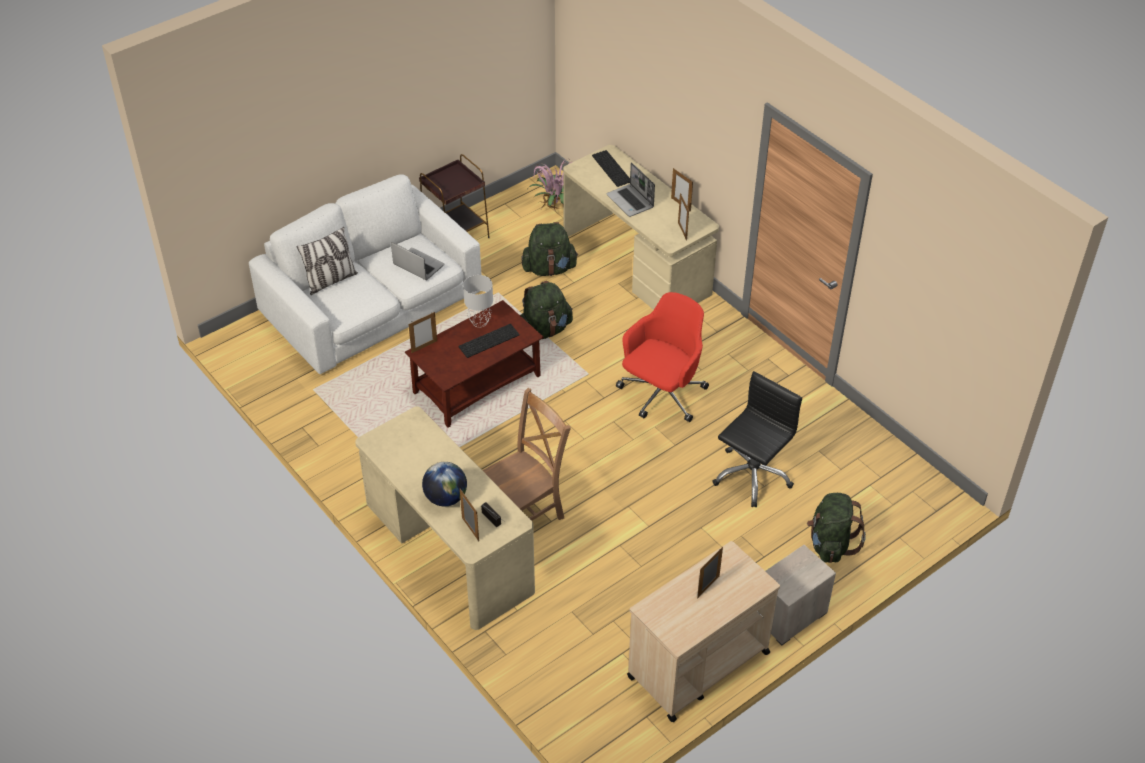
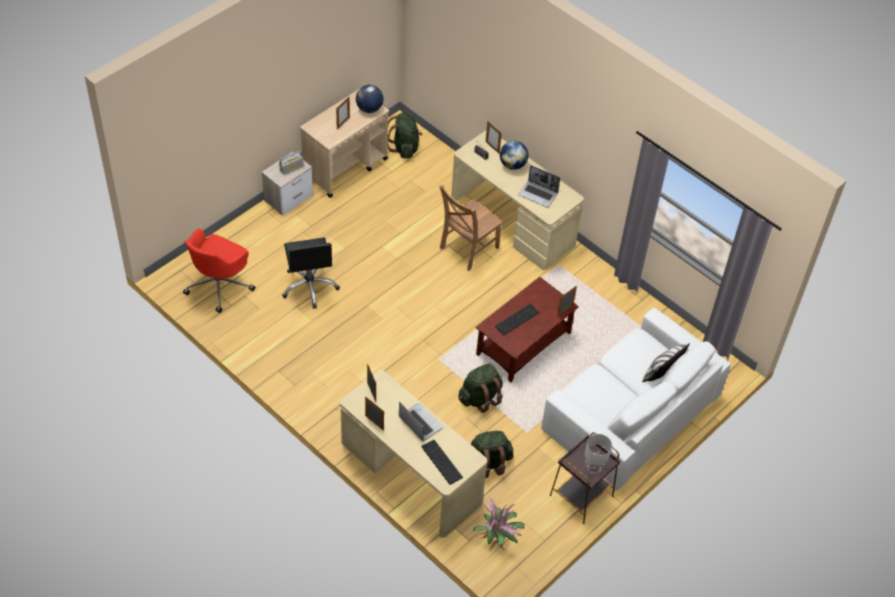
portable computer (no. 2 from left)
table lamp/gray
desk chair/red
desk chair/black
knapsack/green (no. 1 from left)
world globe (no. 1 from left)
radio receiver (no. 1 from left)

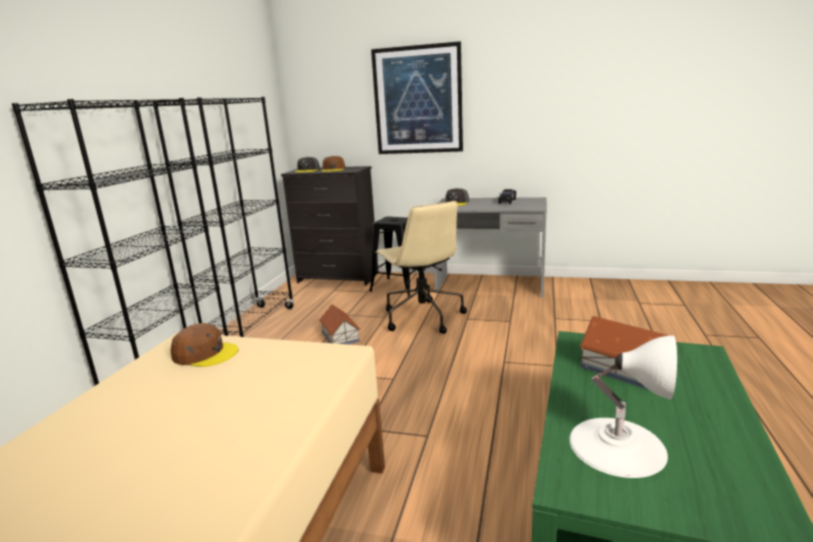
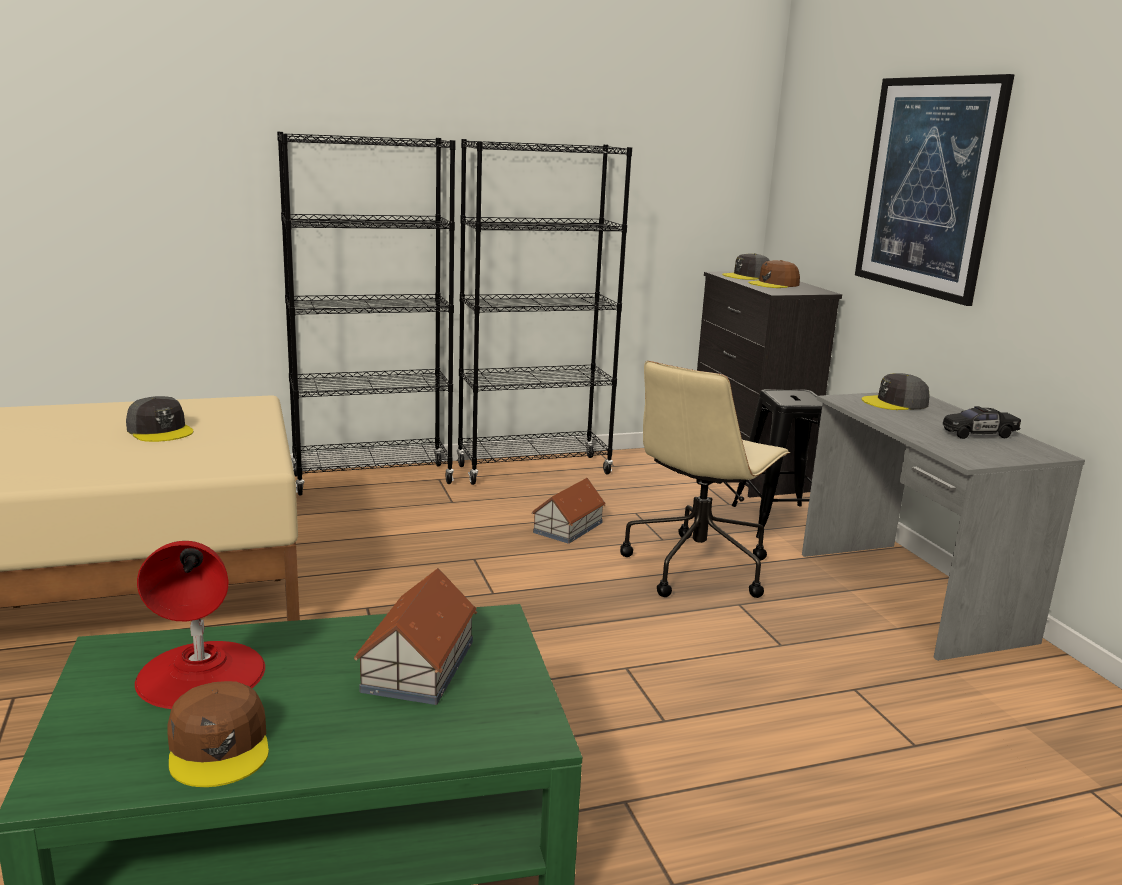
peaked cap/brown (no. 1 from left)
table lamp/red
peaked cap/gray (no. 1 from left)

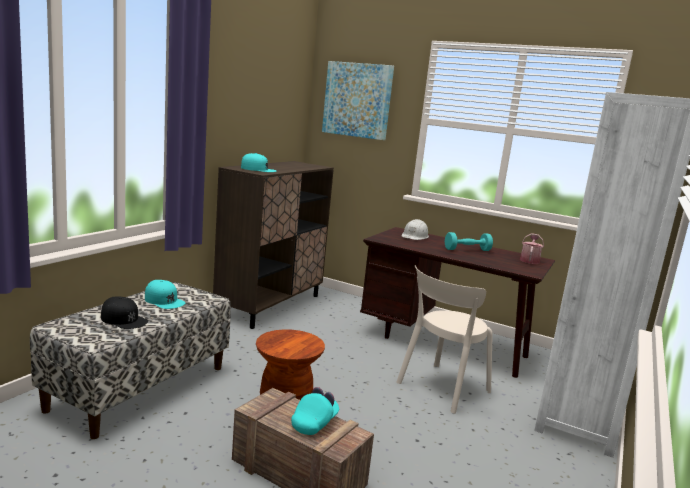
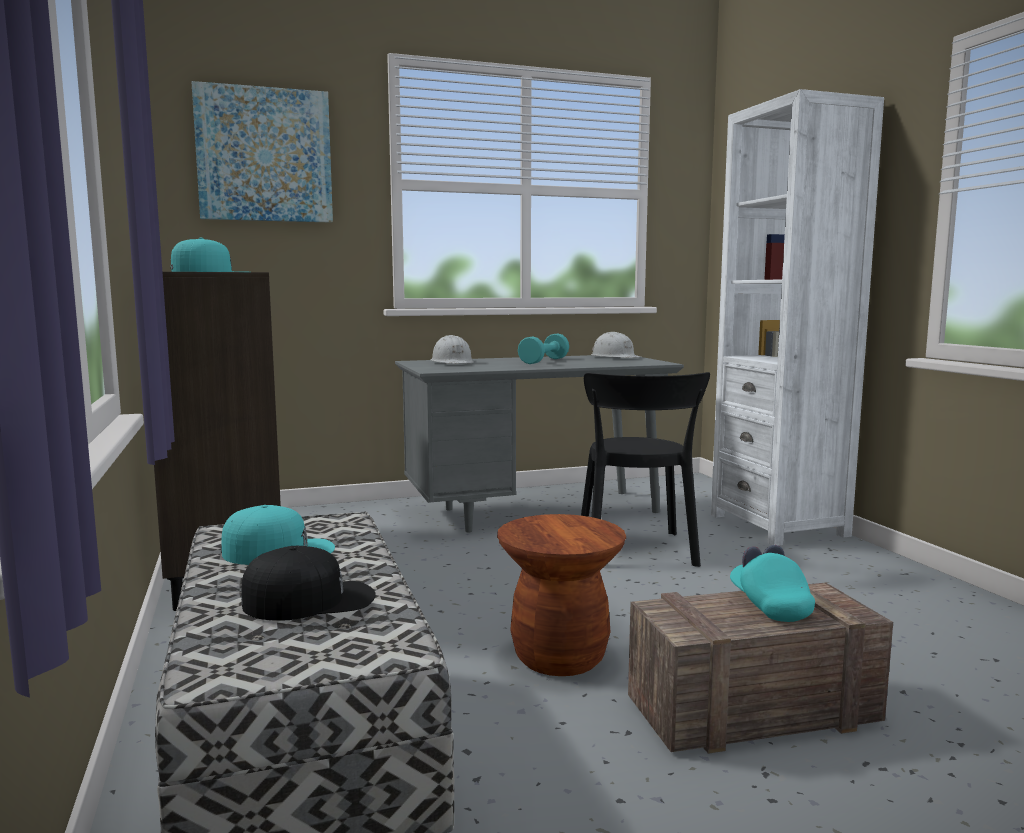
desk/gray
safety helmet/white-coloured (no. 2 from left)
chair/black

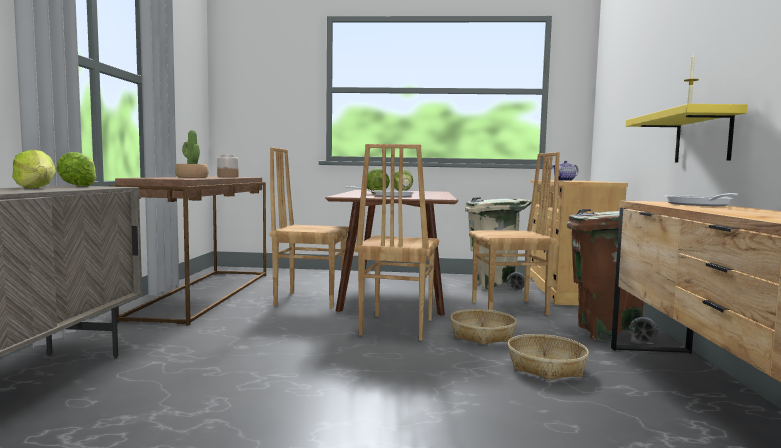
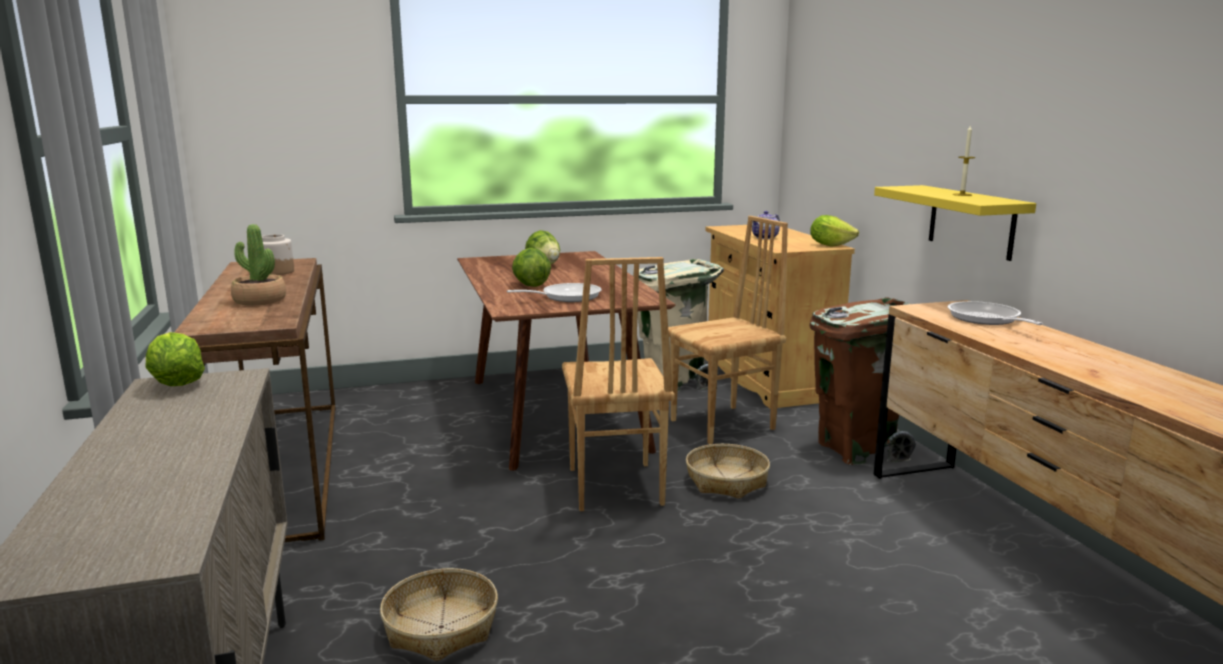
chair/brown (no. 1 from left in the first image)
lettuce (no. 4 from left)
storage basket (no. 1 from left)

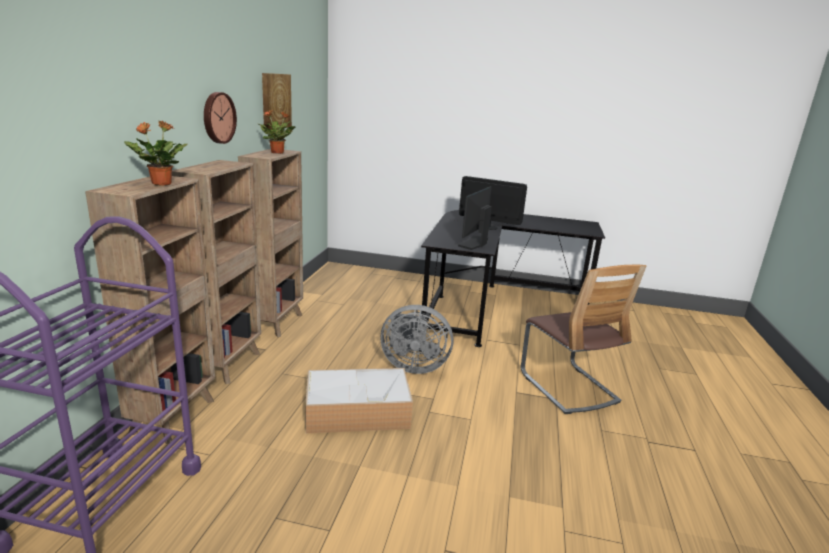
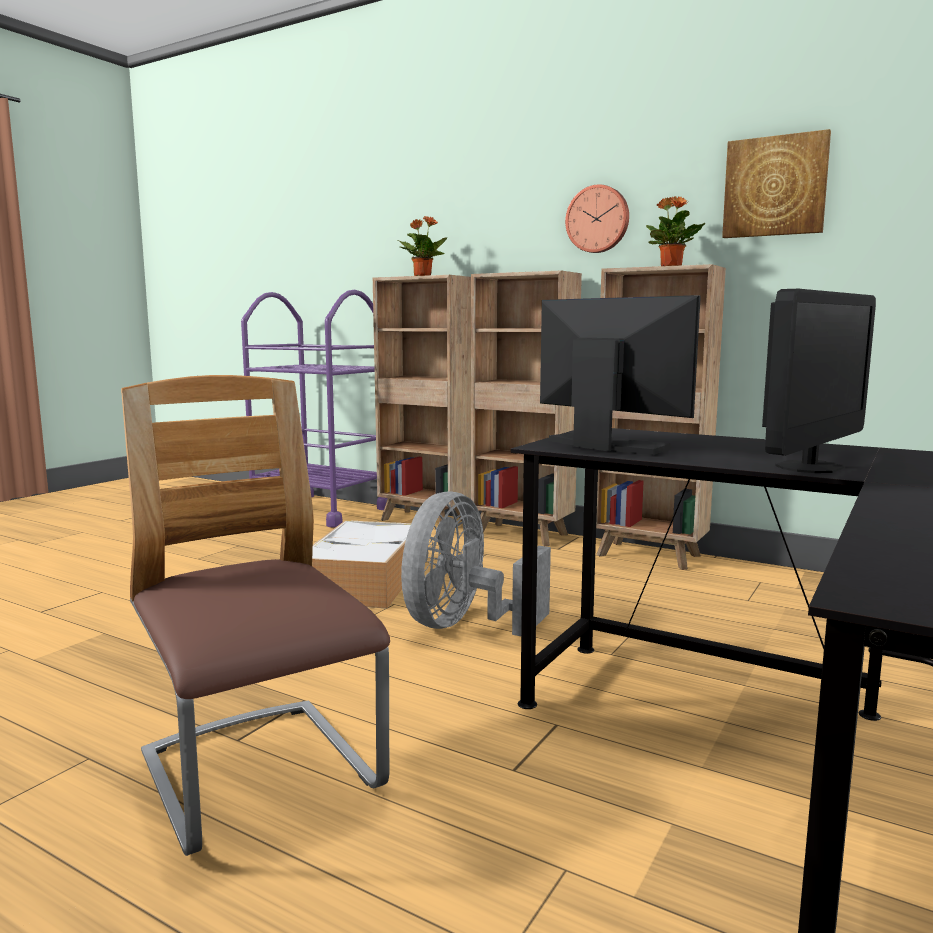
chair

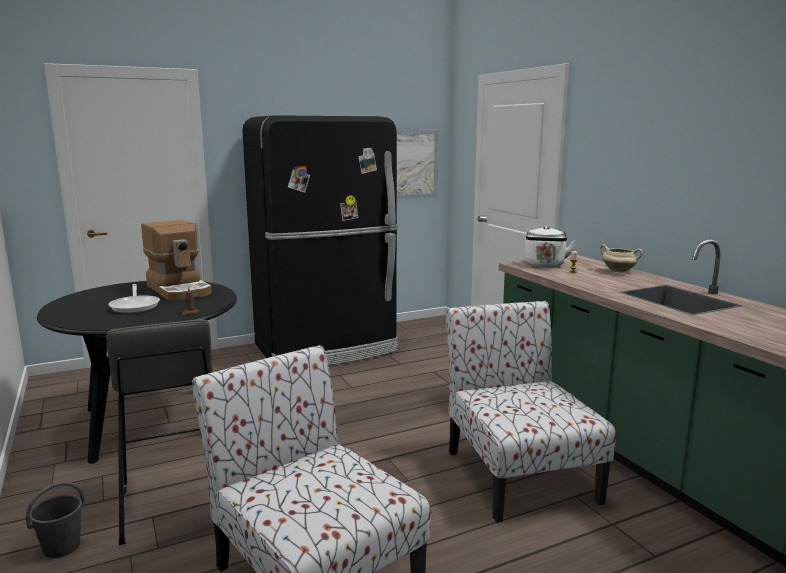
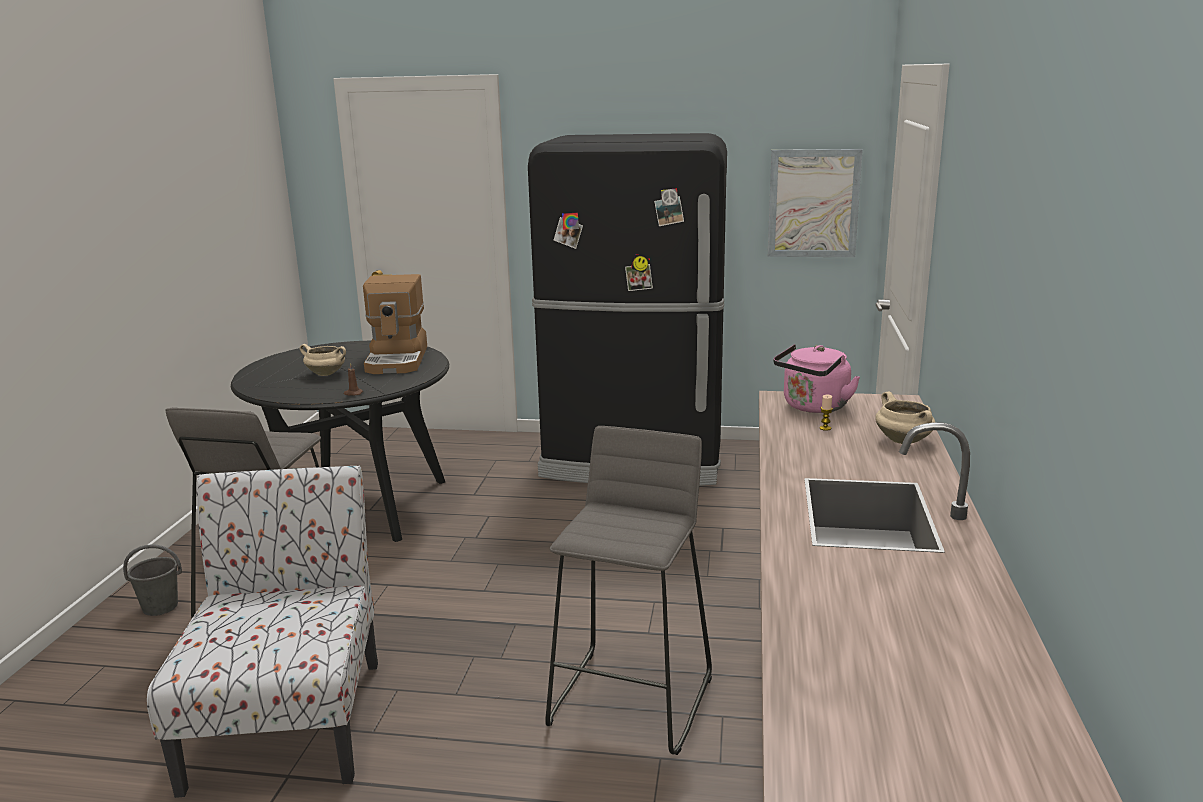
kettle/pinkish
saucepot/sand-coloured (no. 1 from left)
stool seat/gray (no. 2 from left)

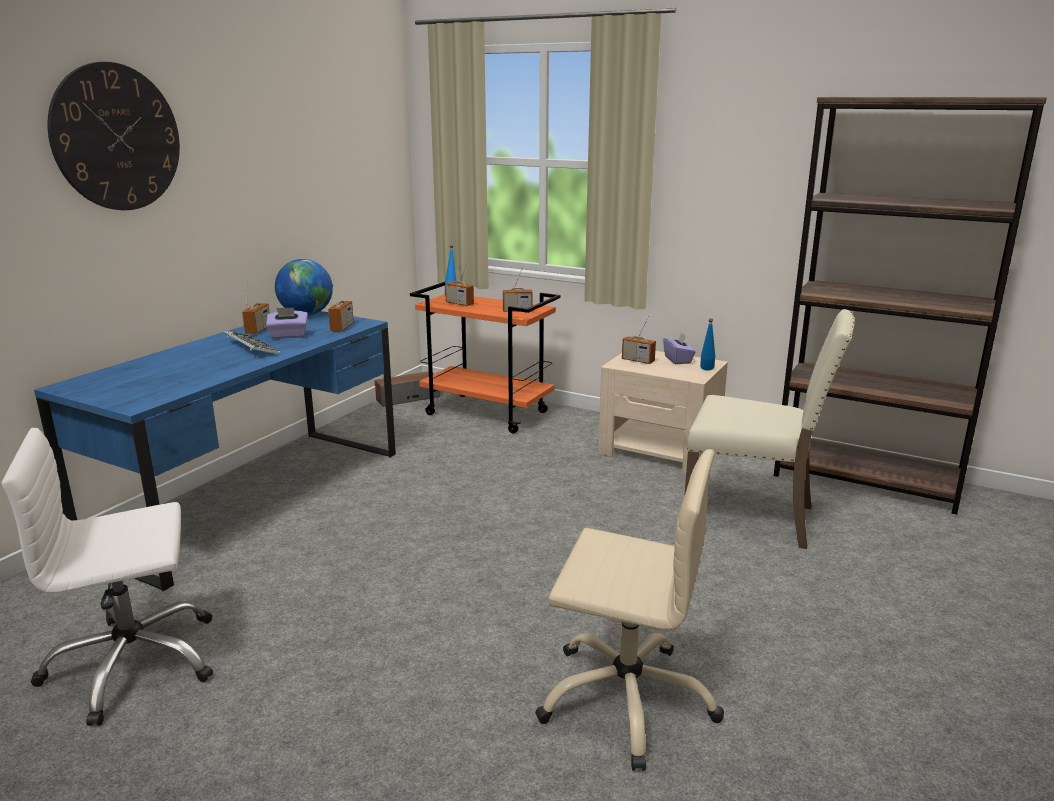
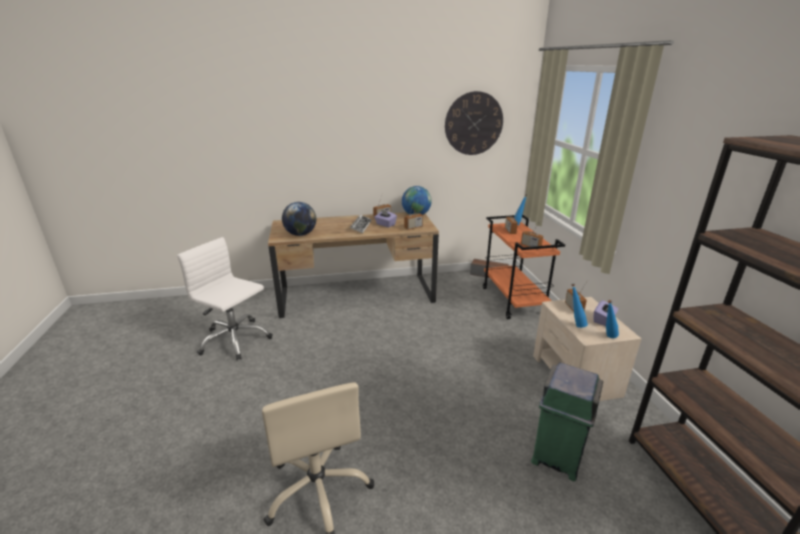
hanging clock
waste bin/green
desk/brown
world globe (no. 1 from left)
beverage bottle/blue (no. 2 from left)

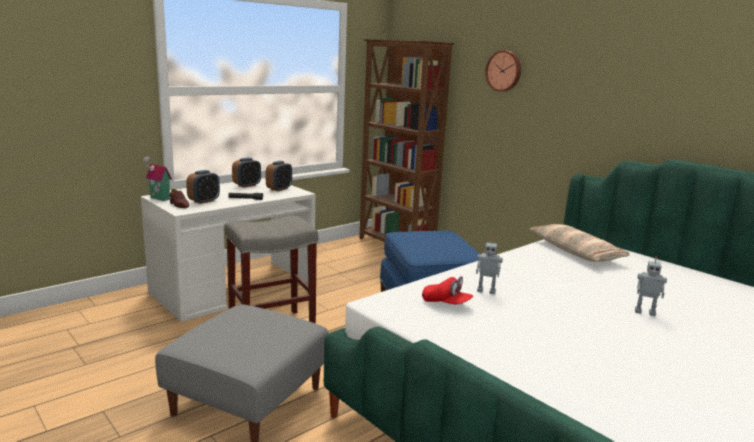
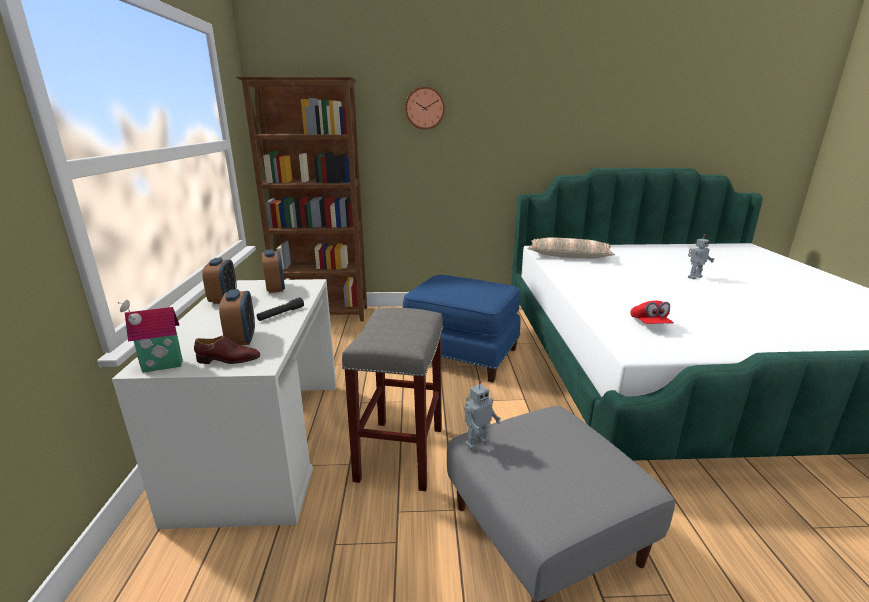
model robot (no. 1 from left)
peaked cap/red

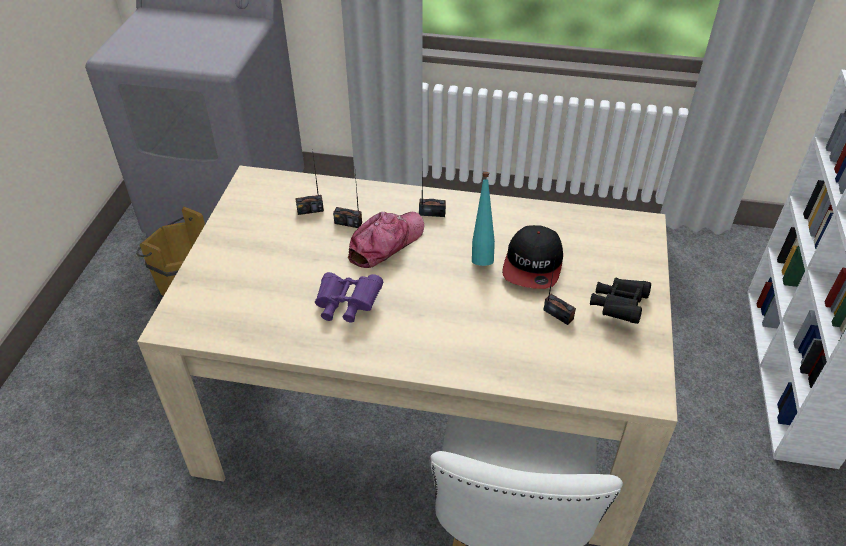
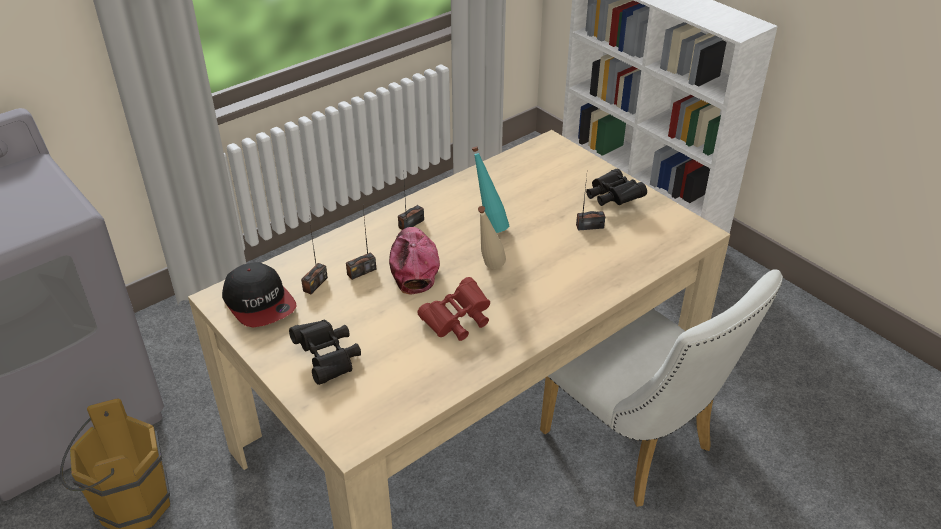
peaked cap (no. 1 from left)
pair of binoculars/red
beverage bottle/sand-coloured
pair of binoculars/black (no. 1 from left)

